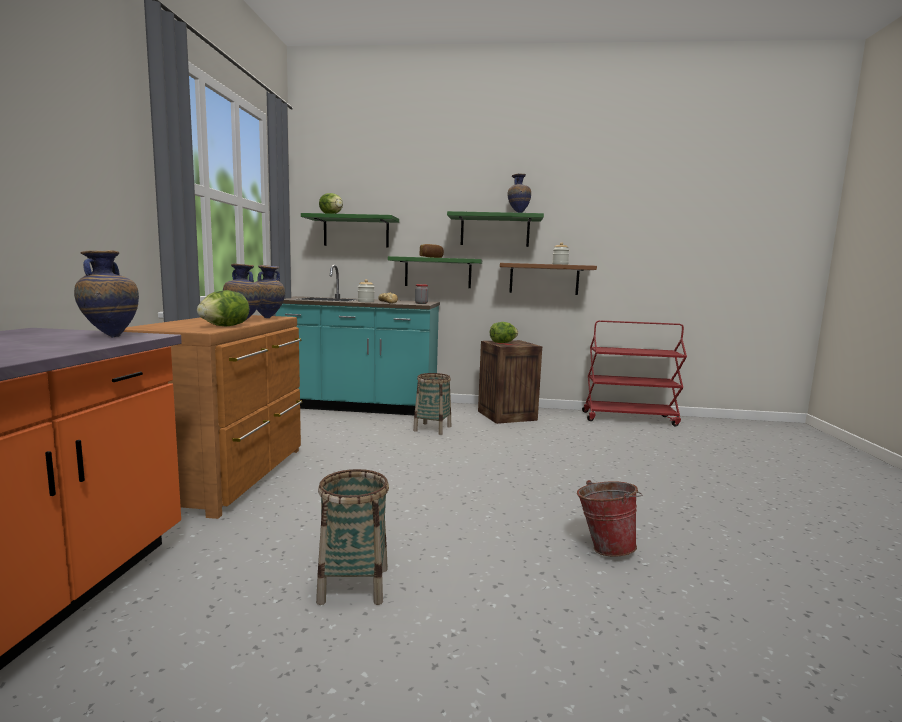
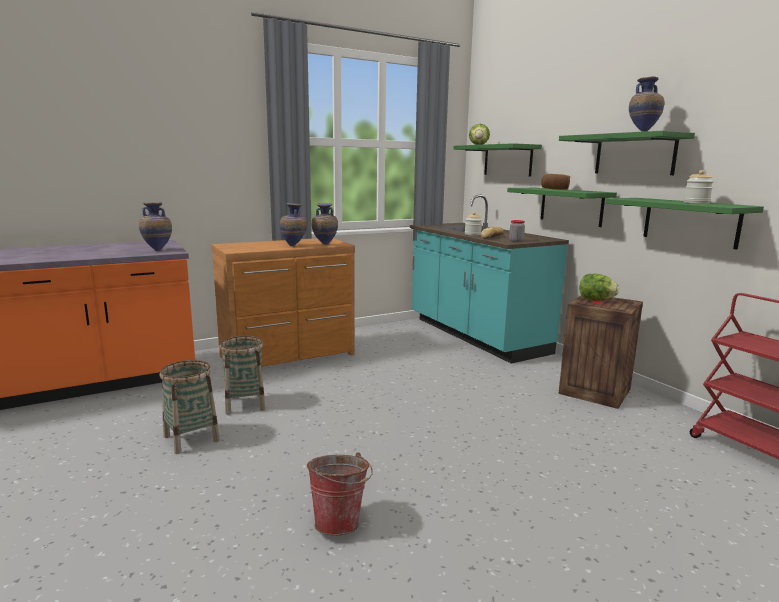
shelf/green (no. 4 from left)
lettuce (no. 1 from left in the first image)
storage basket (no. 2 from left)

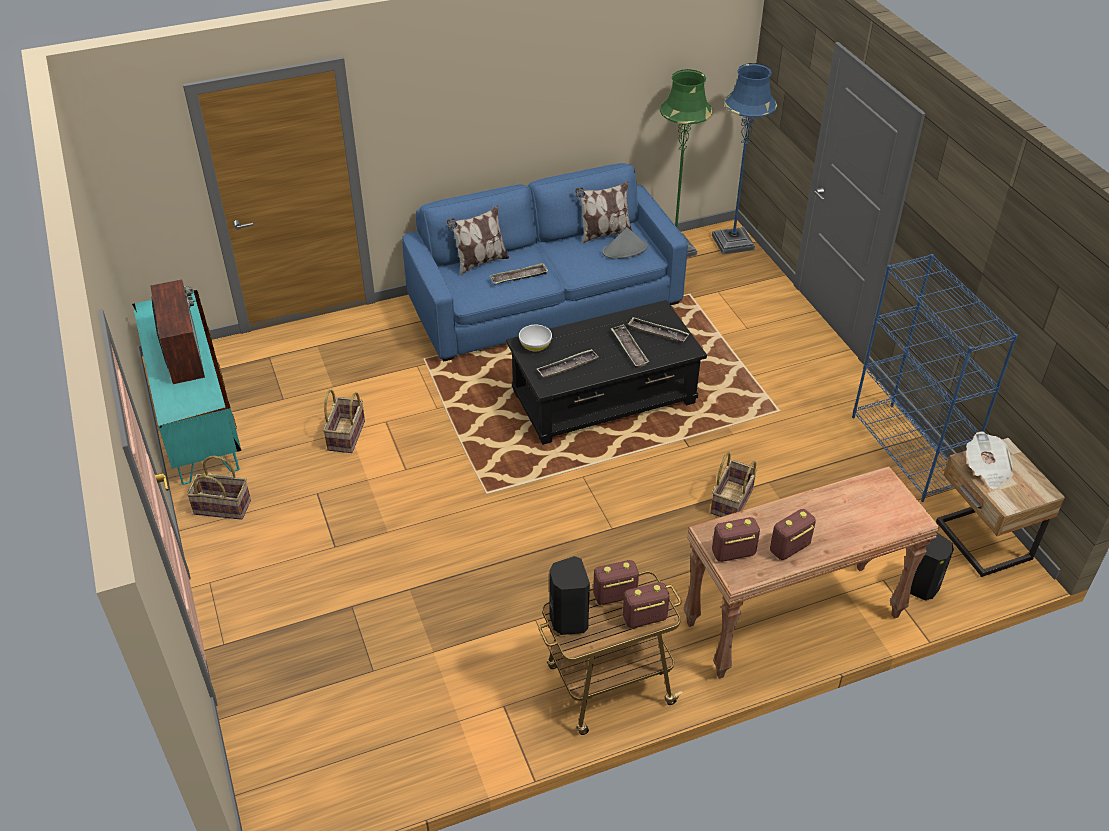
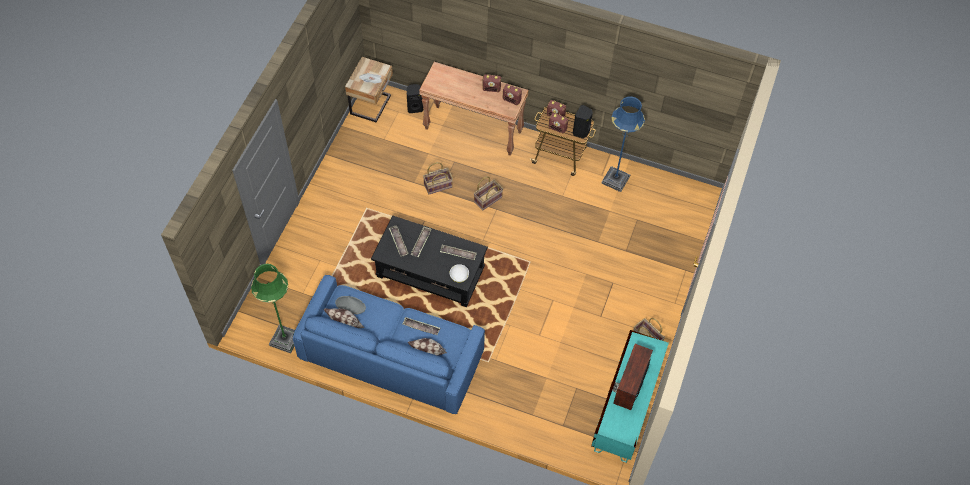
standard lamp/blue
bookshelf/blue
storage basket (no. 2 from left)

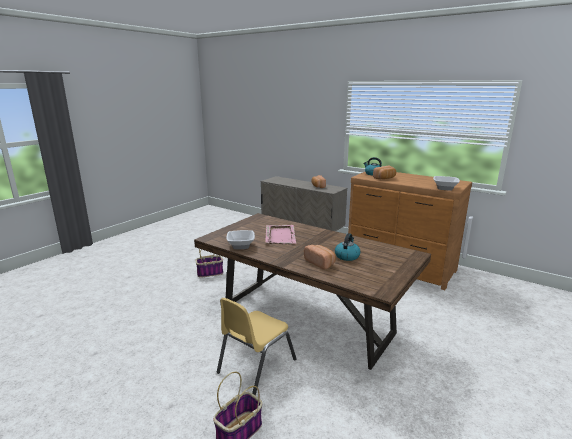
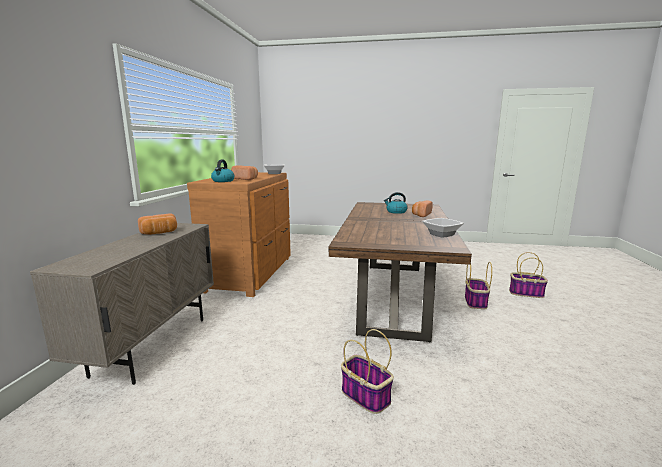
tray/pinkish
storage basket (no. 2 from left)

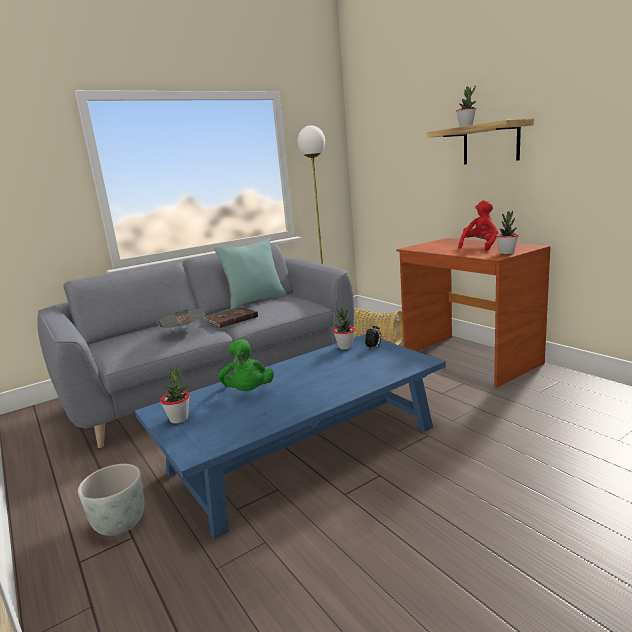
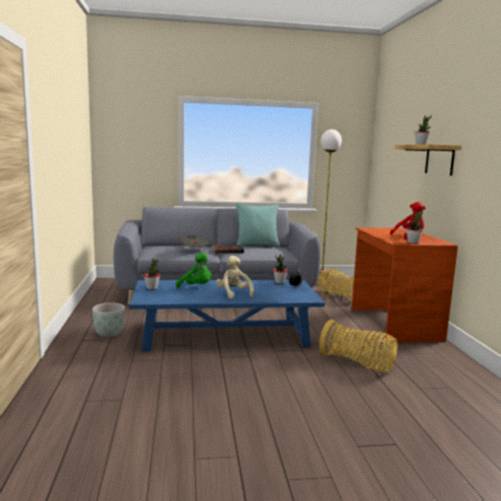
cuddly toy/green
cuddly toy/sand-coloured
storage basket (no. 2 from left)

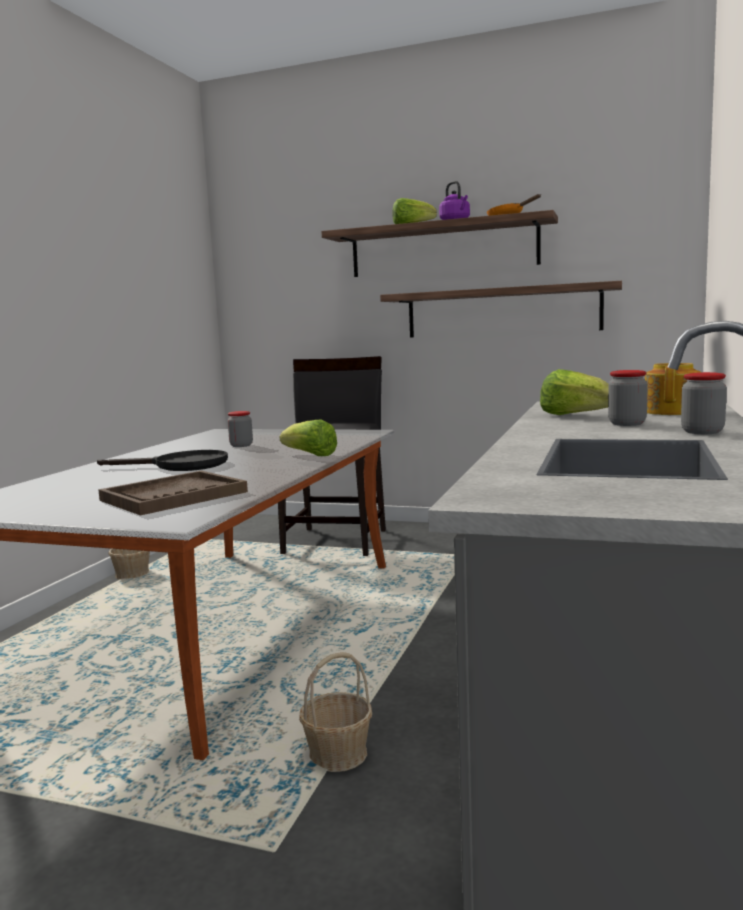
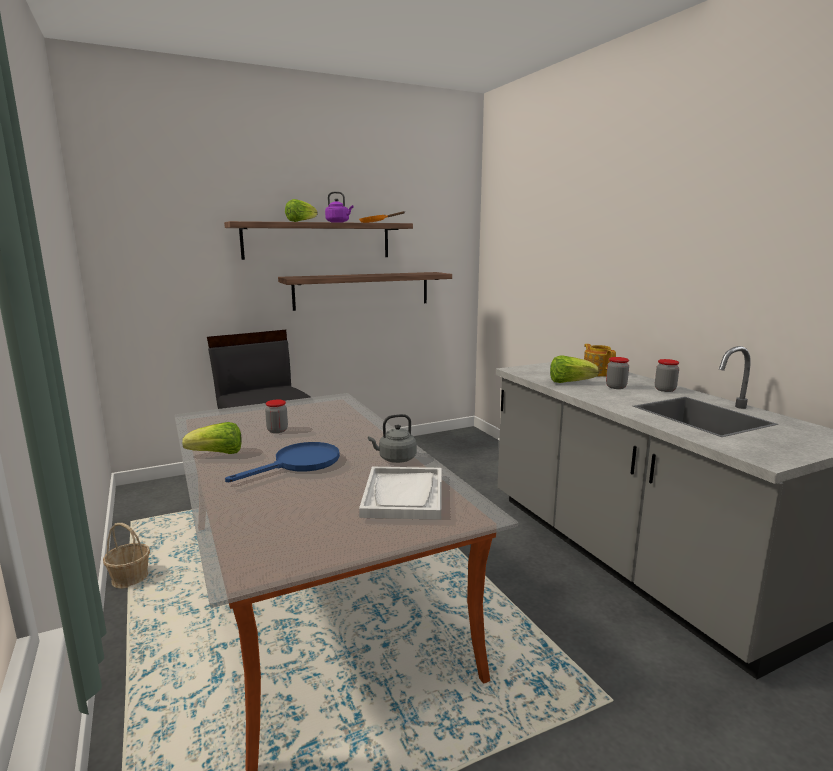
lettuce (no. 1 from left)
skillet/blue
tray/white-coloured
storage basket (no. 2 from left in the first image)
kettle/gray

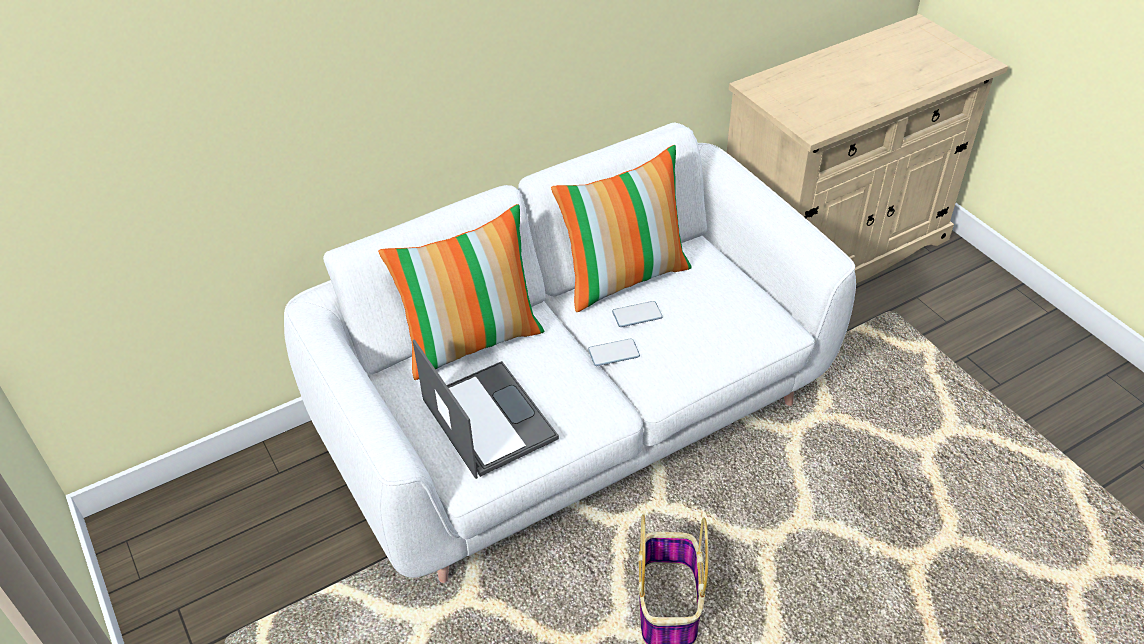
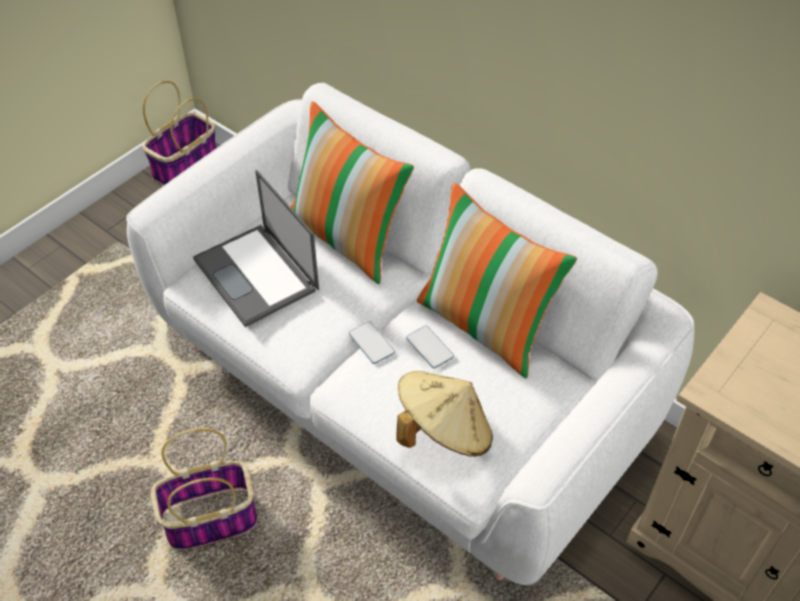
portable computer
storage basket (no. 1 from left)
wearable hat/sand-coloured

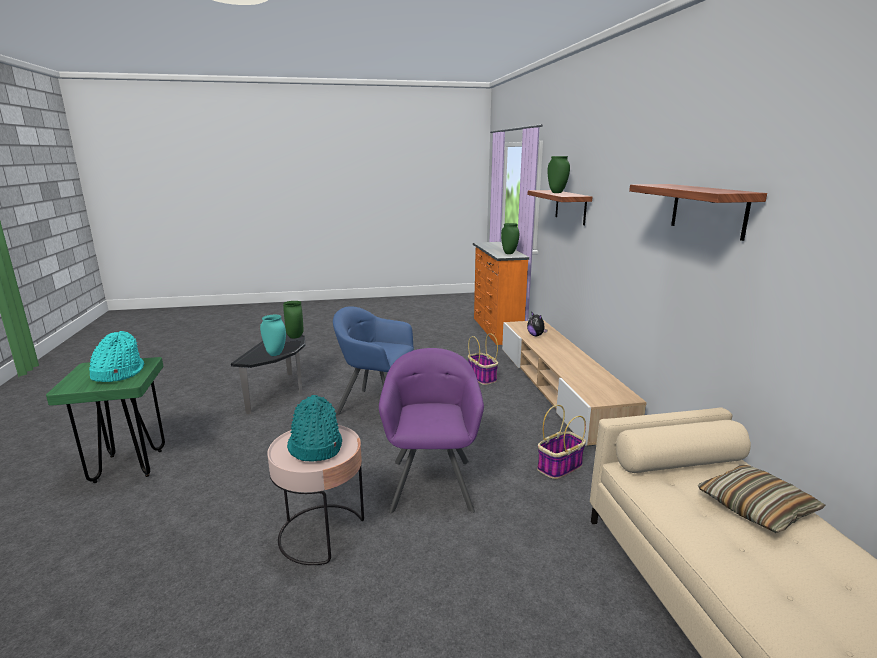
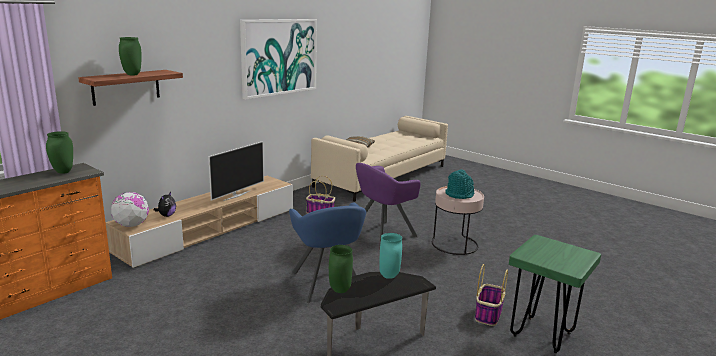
picture
wearable hat/blue-green (no. 1 from left in the first image)
storage basket (no. 2 from left)
TV set
world globe

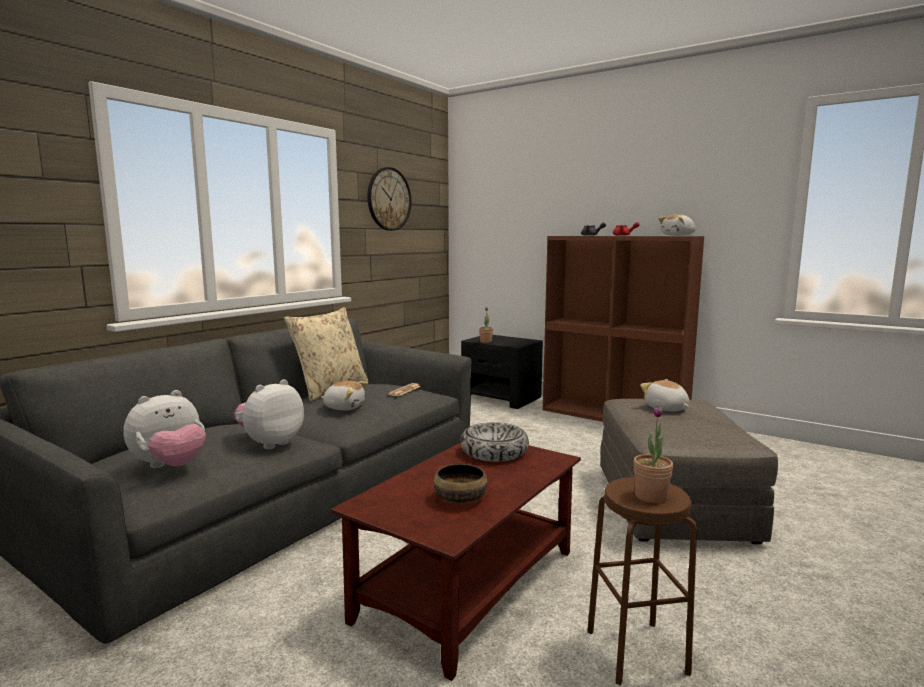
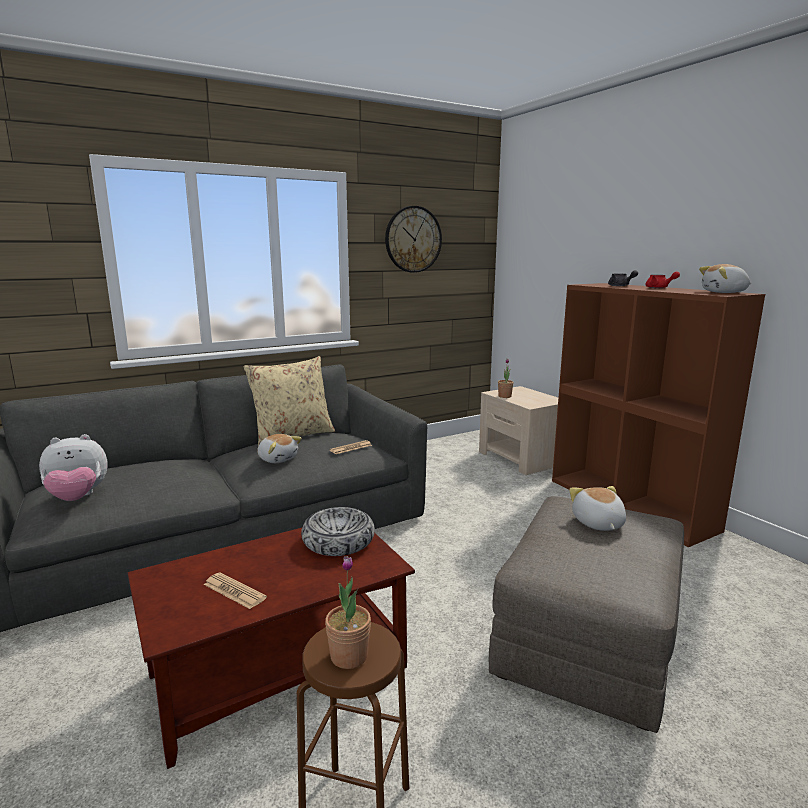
nightstand/sand-coloured
cuddly toy (no. 2 from left in the first image)
printed paper (no. 1 from left)

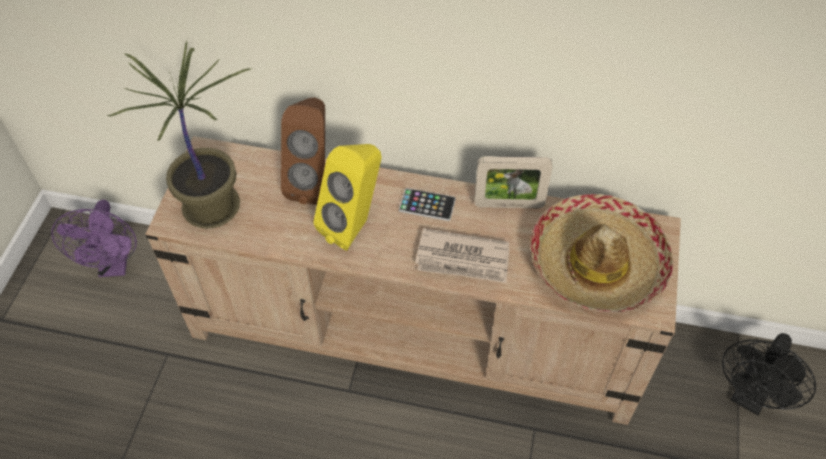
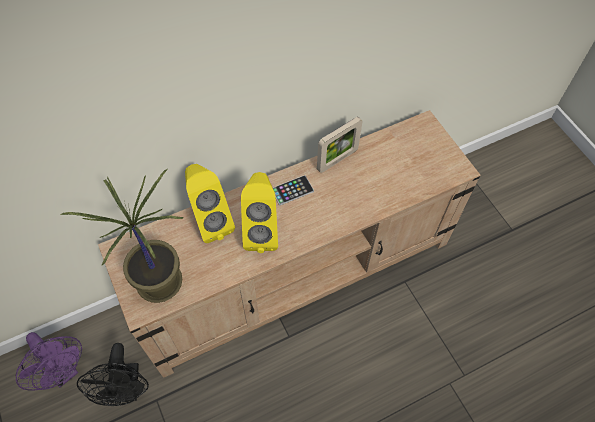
audio speaker/yellow (no. 1 from left)
wearable hat
printed paper
fan/black

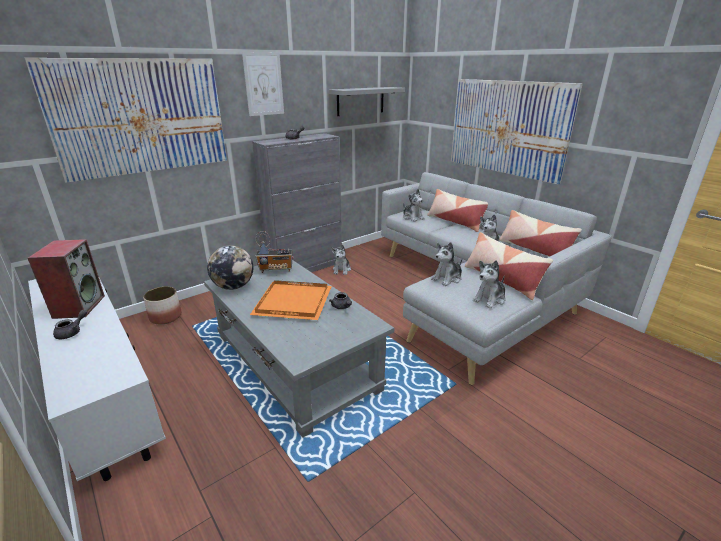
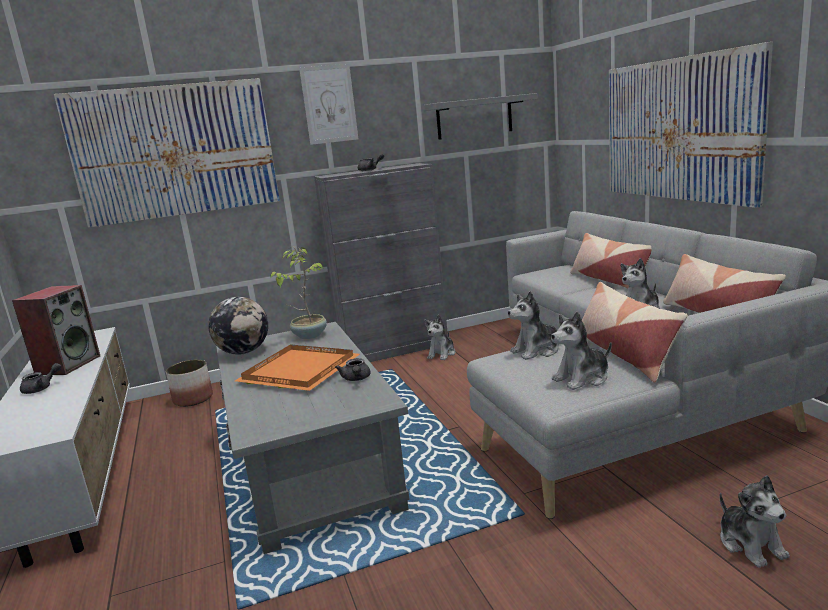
cuddly toy (no. 5 from left)
plant in a pot

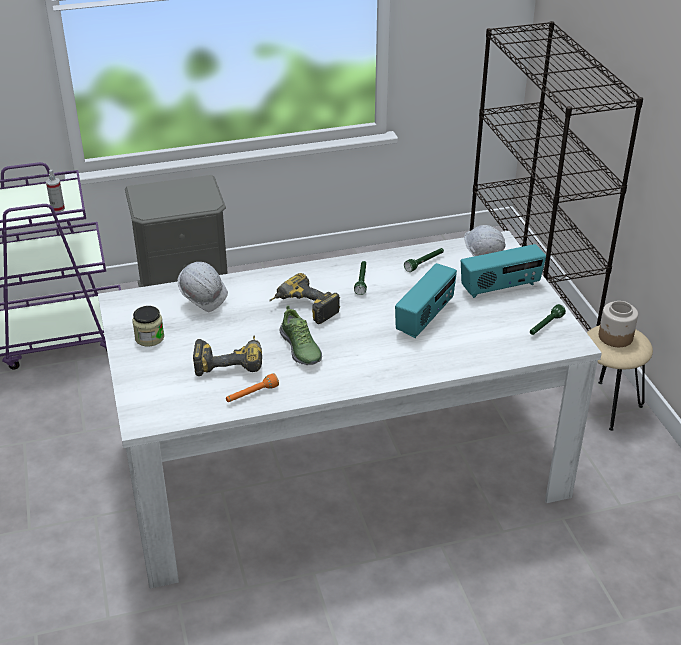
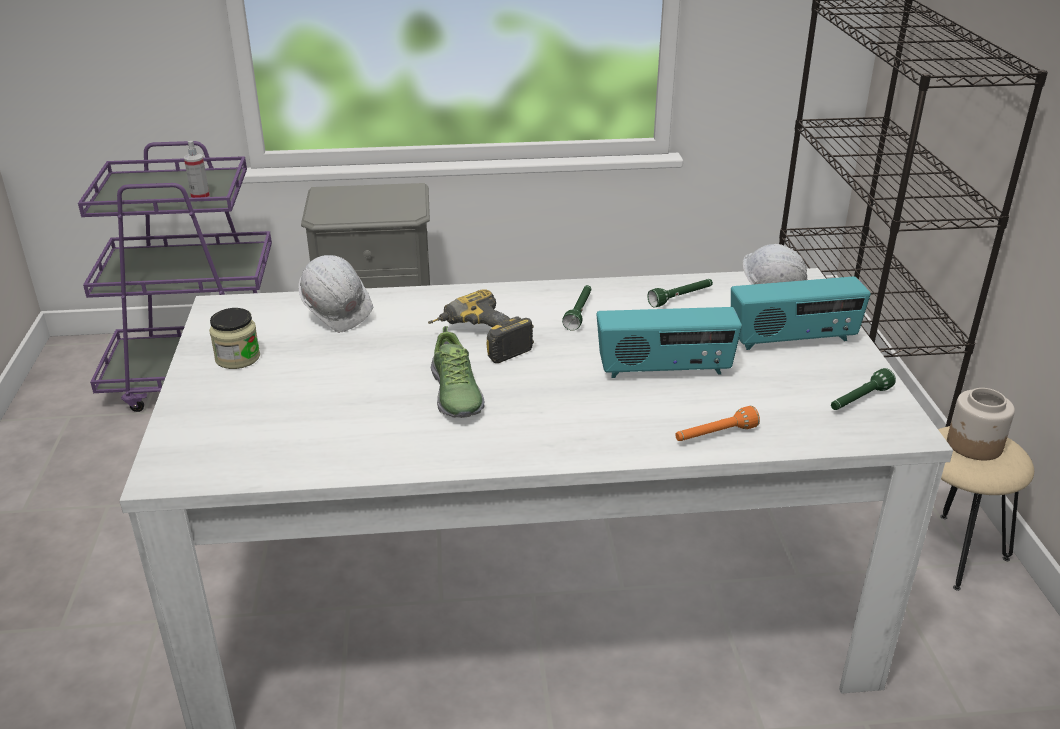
radio receiver (no. 1 from left)
drill (no. 1 from left in the first image)
flashlight/orange-coloured

